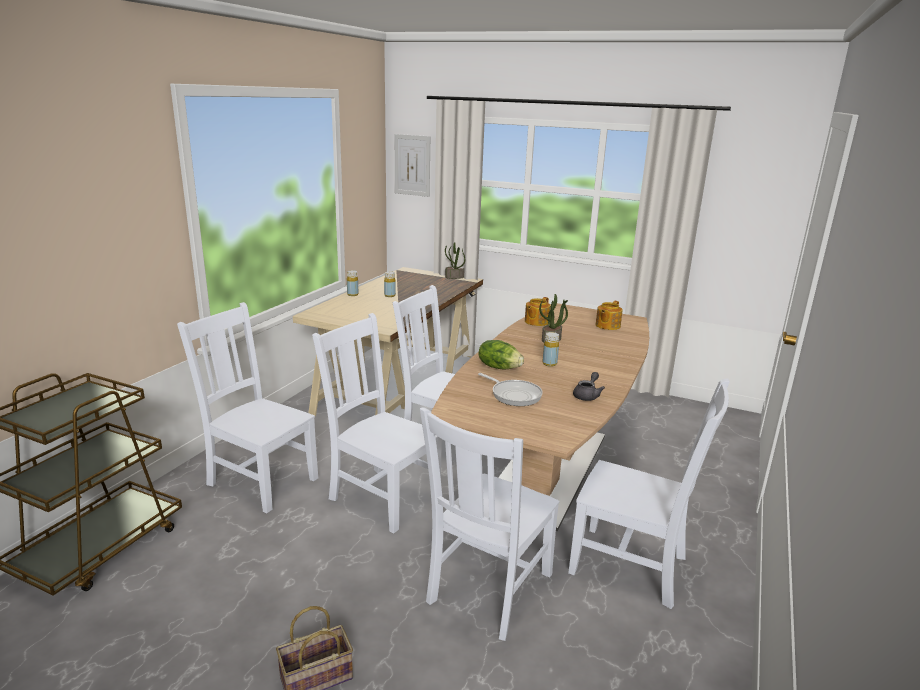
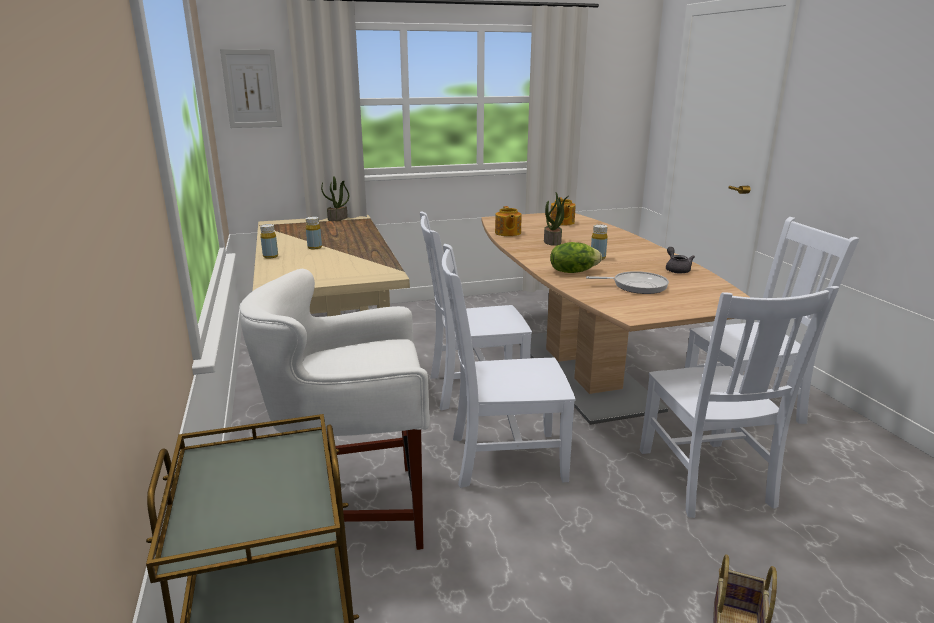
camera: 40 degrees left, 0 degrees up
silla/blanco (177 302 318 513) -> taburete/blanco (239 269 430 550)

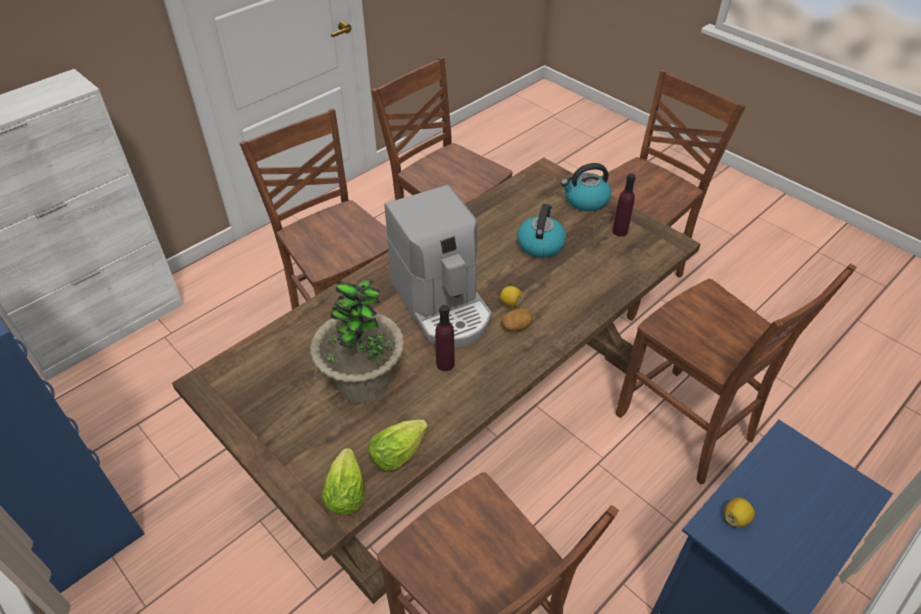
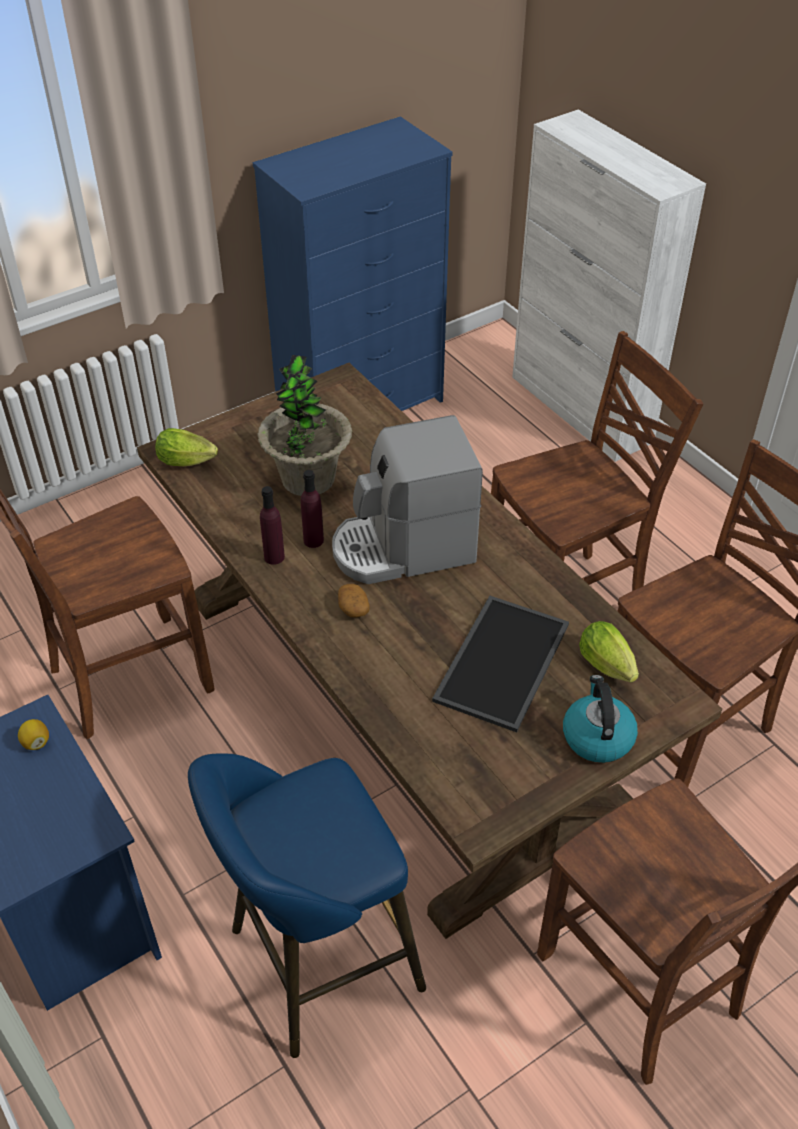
camera: 100 degrees right, 0 degrees up
limón (500 286 523 307) -> none
lechuga (368 420 428 471) -> lechuga (579 621 639 683), relocated
botella/morado (612 174 636 237) -> botella/morado (260 486 285 565), relocated
hervidor (517 204 566 258) -> bandeja (432 596 569 732)
silla/marrón (616 263 857 484) -> taburete/azul (188 754 426 1058)

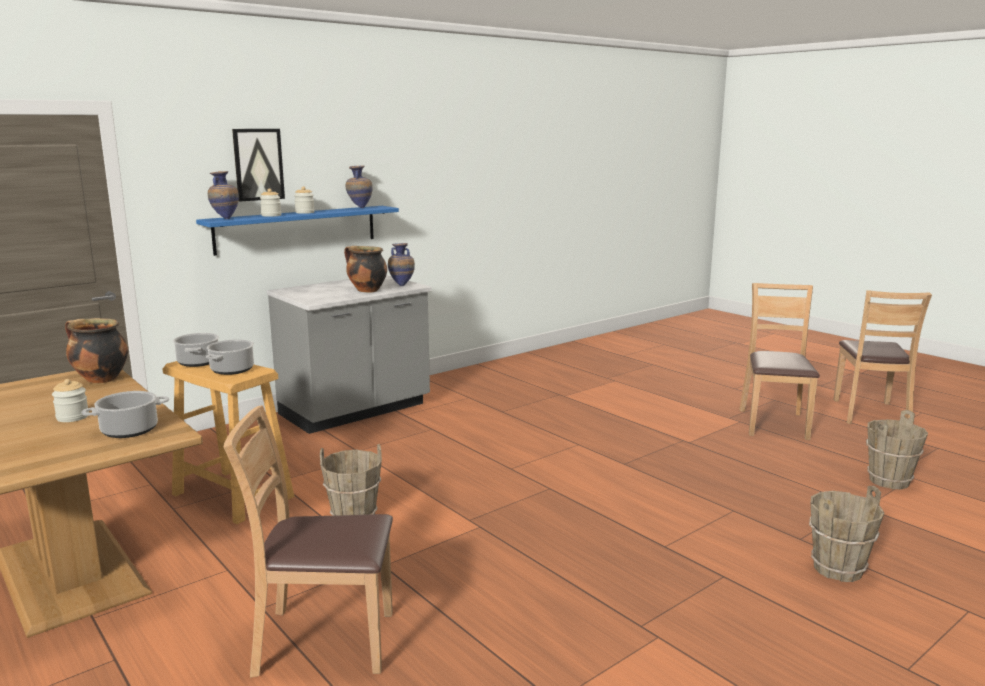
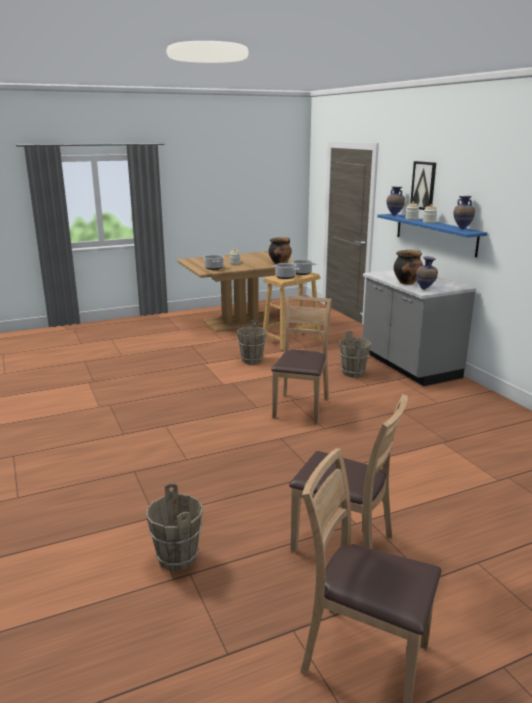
camera: 105 degrees right, 5 degrees up
silla/marrón (224 405 393 678) -> silla/marrón (271 296 332 424), relocated
cubo/marrón (809 486 884 582) -> cubo/marrón (339 330 371 377), relocated

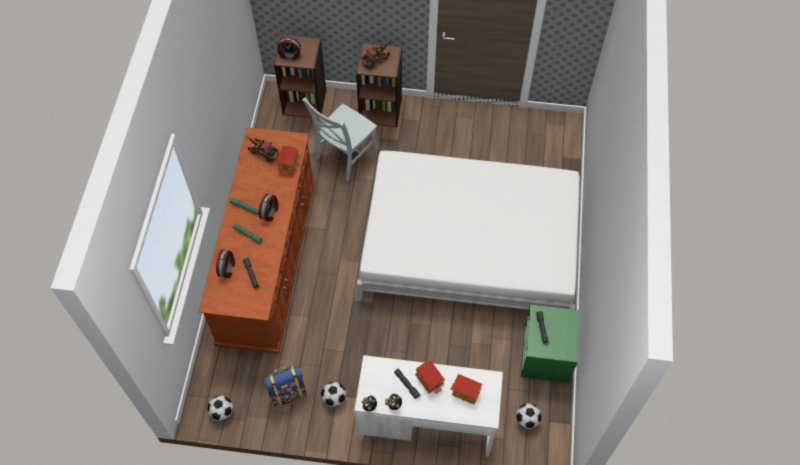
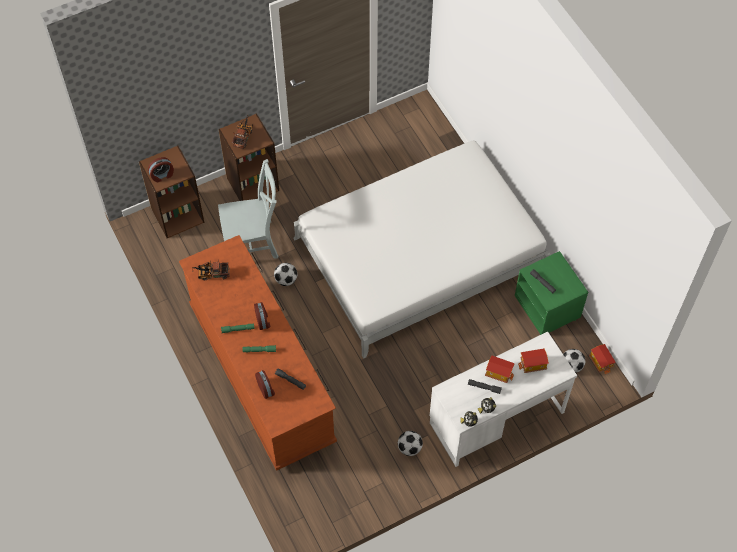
camera: 35 degrees left, 0 degrees up
mochila (265 366 307 409) -> none
balón de fútbol (207 395 233 421) -> balón de fútbol (274 263 297 286), relocated
casita (276 145 299 175) -> casita (589 344 616 374), relocated
silla/gris (302 97 377 181) -> silla/gris (218 159 278 259), 105 degrees counterclockwise

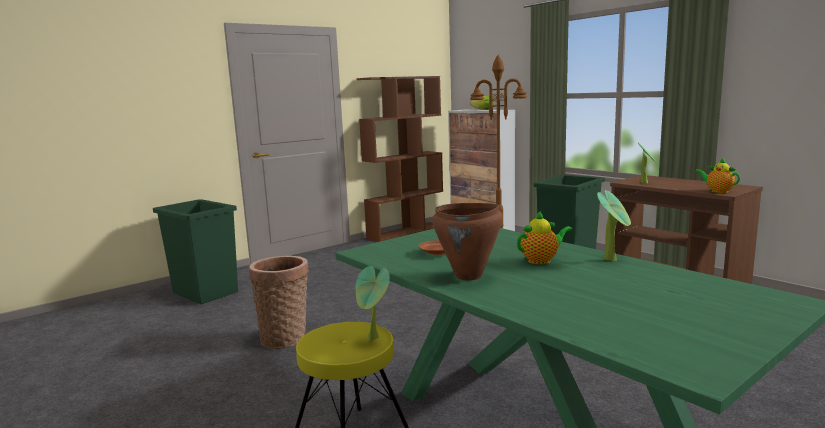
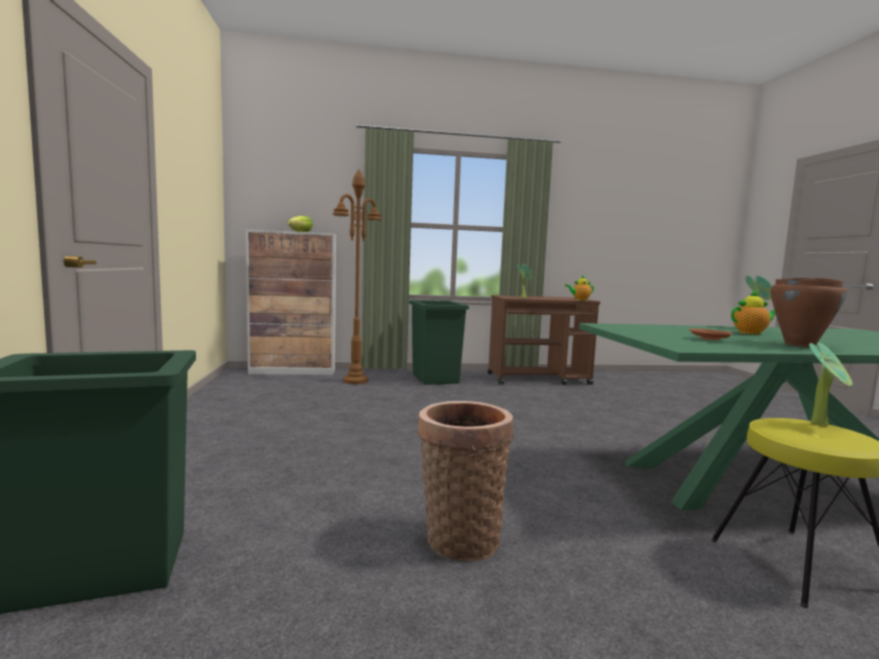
camera: 60 degrees left, 5 degrees down
estantería/marrón (357 76 443 242) -> none
tetera (517 211 572 264) -> tetera (731 290 775 335), 75 degrees clockwise

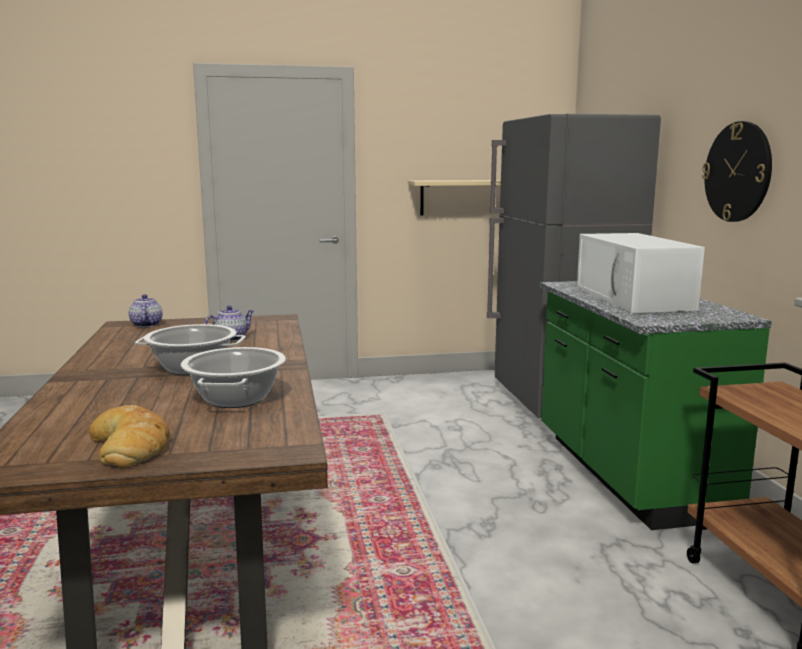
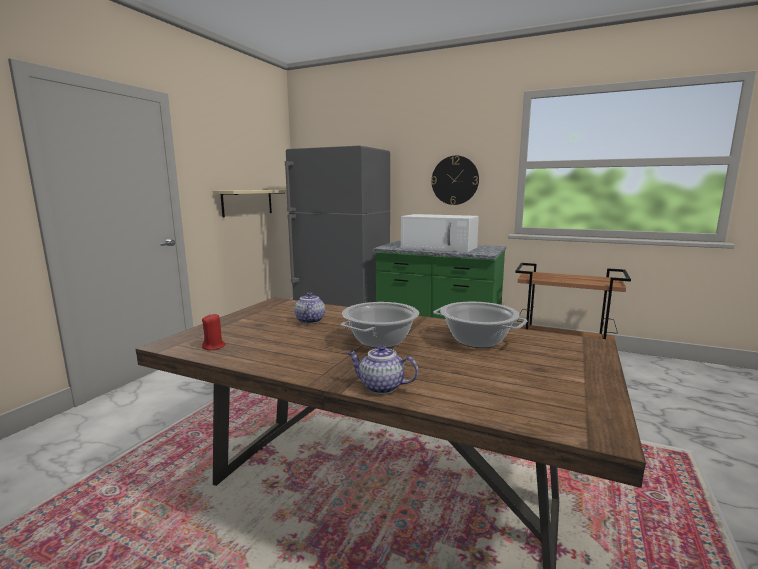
camera: 55 degrees left, 0 degrees up
pan (89 405 170 468) -> none
none -> vela/rojo (202 314 225 351)
tetera (129 294 163 327) -> tetera (348 345 418 394), relocated

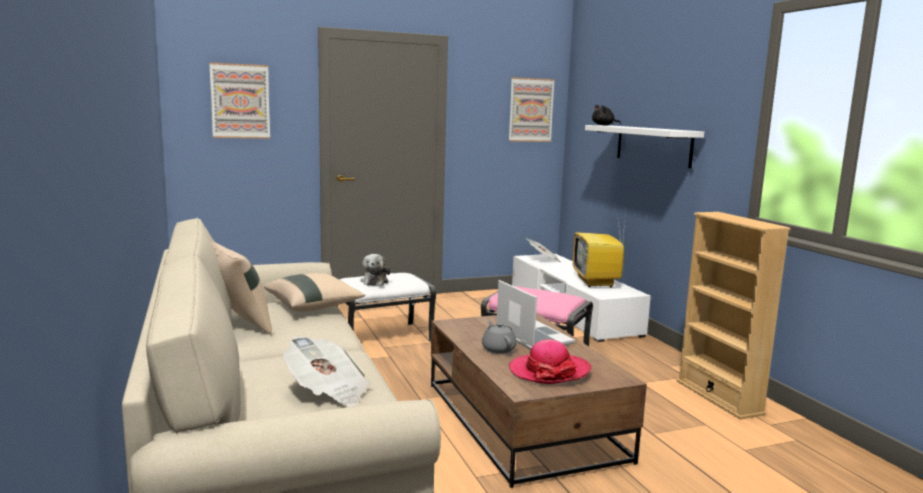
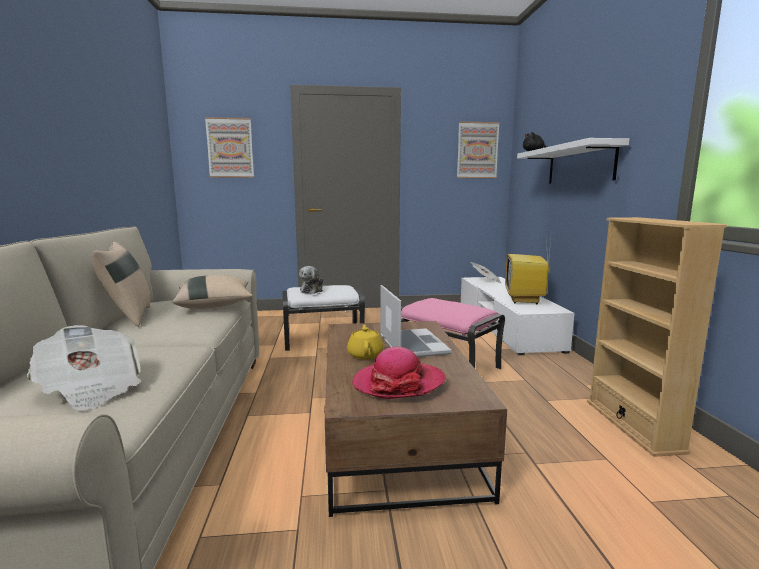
camera: 15 degrees right, 0 degrees up
tetera/gris (482 320 517 354) -> tetera/amarillo (347 324 384 360)

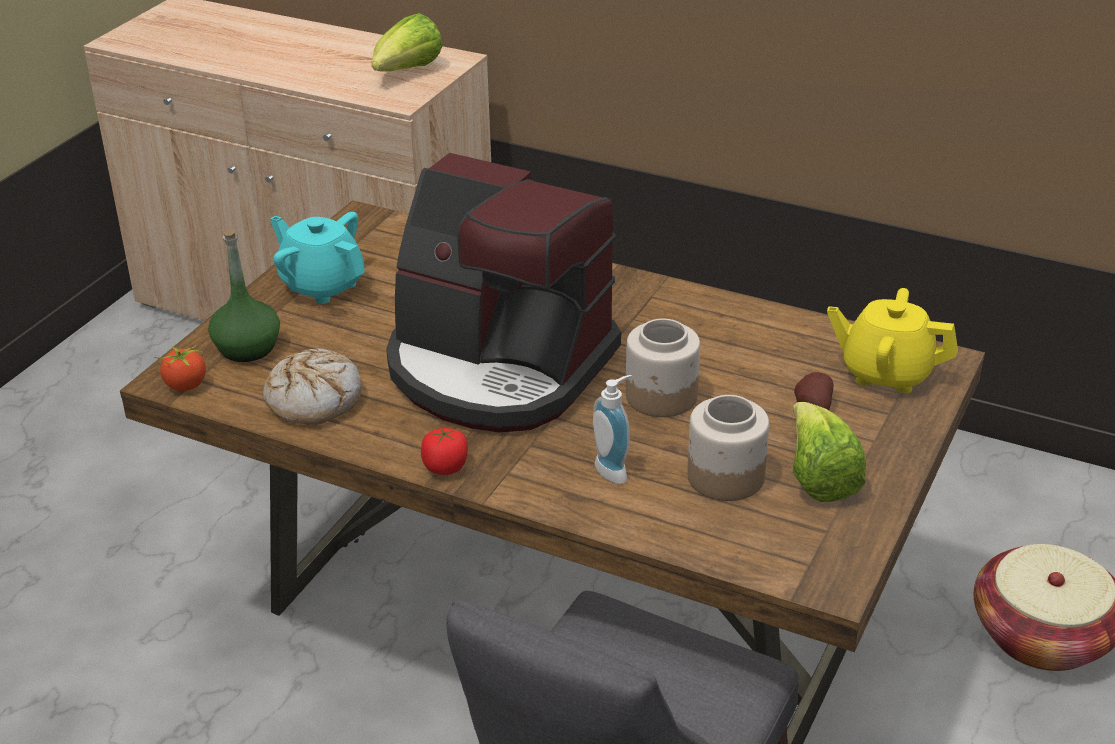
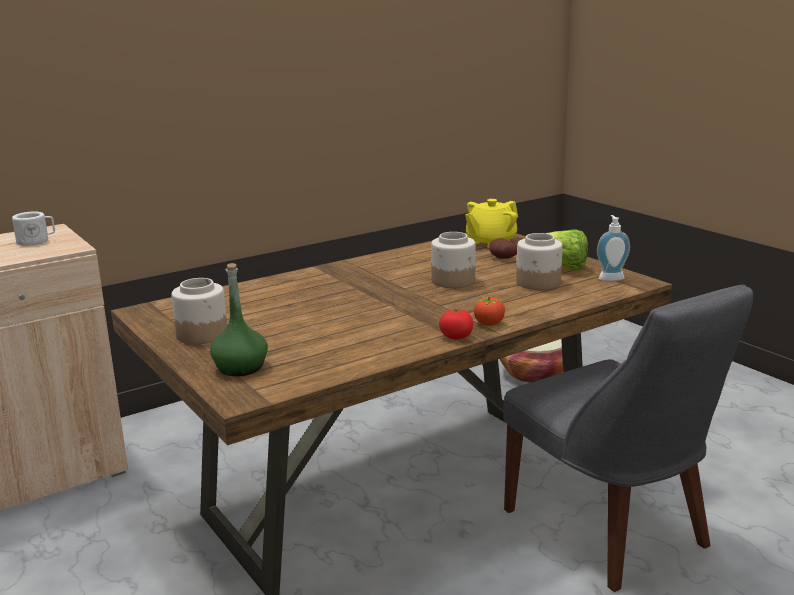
camera: 60 degrees left, 15 degrees down
pan (263 349 361 425) -> none
cafetera (386 153 621 433) -> none
tomate (154 346 206 391) -> tomate (474 296 505 326), relocated
dispensador de jabón (593 375 632 484) -> dispensador de jabón (597 215 630 281), relocated
tetera/turquesa (270 212 365 304) -> tarro (171 278 227 344)
lechuga (372 13 443 71) -> taza grande/blanco (12 212 55 246)

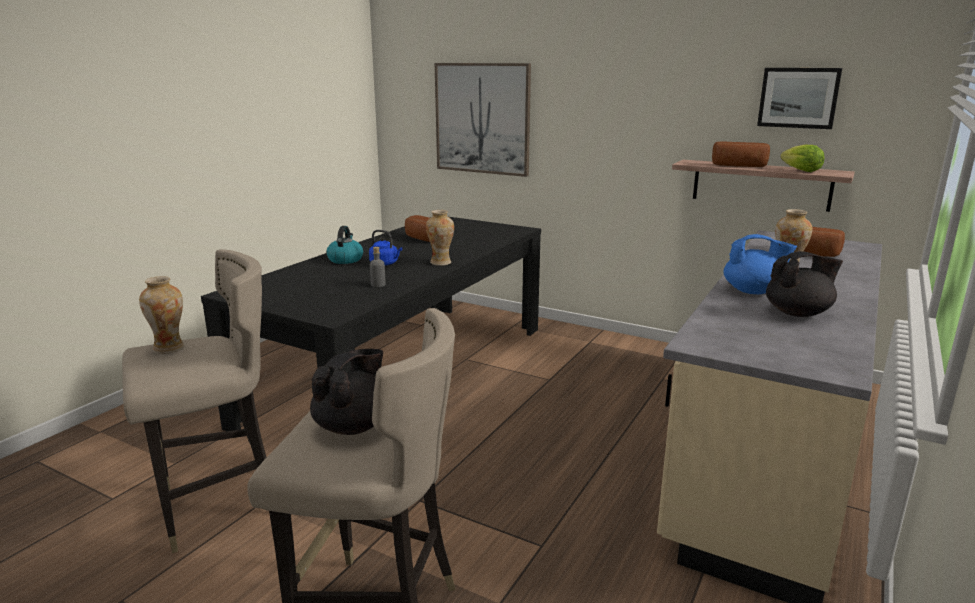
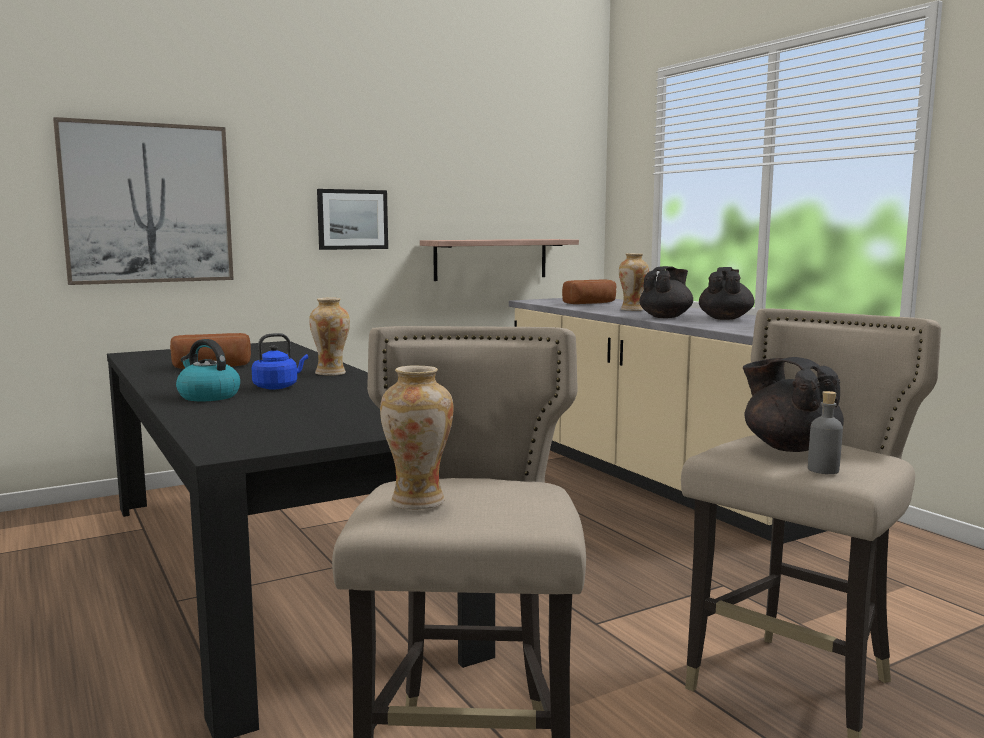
camera: 60 degrees left, 10 degrees down
pan (712 142 770 167) -> none
lechuga (780 145 825 172) -> none
botella/gris (370 247 386 287) -> botella/gris (808 391 843 474), relocated
cuadro (757 68 842 129) -> cuadro (317 189 388 250), relocated
tetera/azul (724 234 797 294) -> tetera/negro (639 266 693 318)

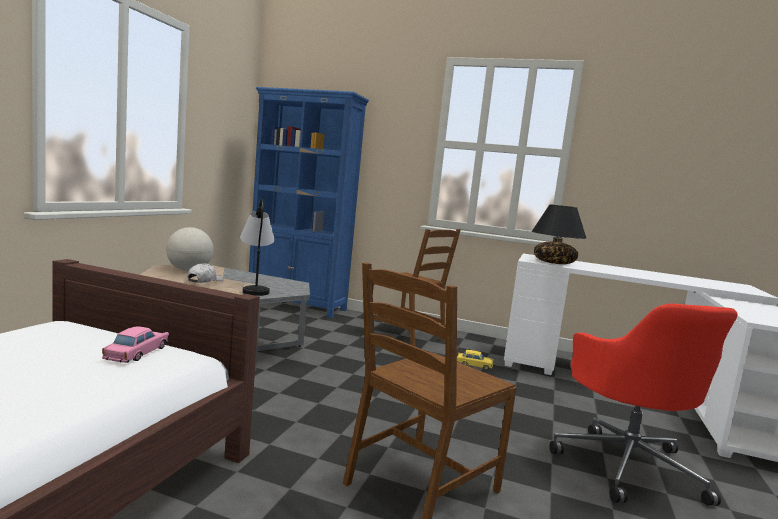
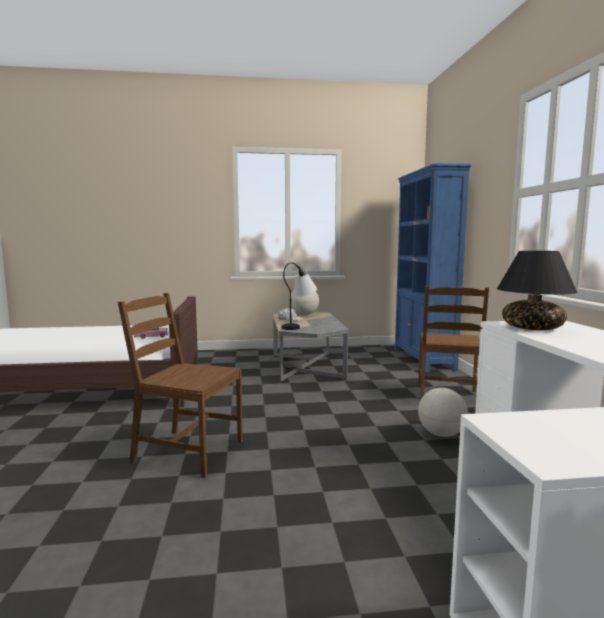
camera: 65 degrees right, 0 degrees up
silla de oficina/rojo (549 303 738 506) -> none
coche de juguete/amarillo (457 350 494 370) -> globo terráqueo (418 388 468 437)

